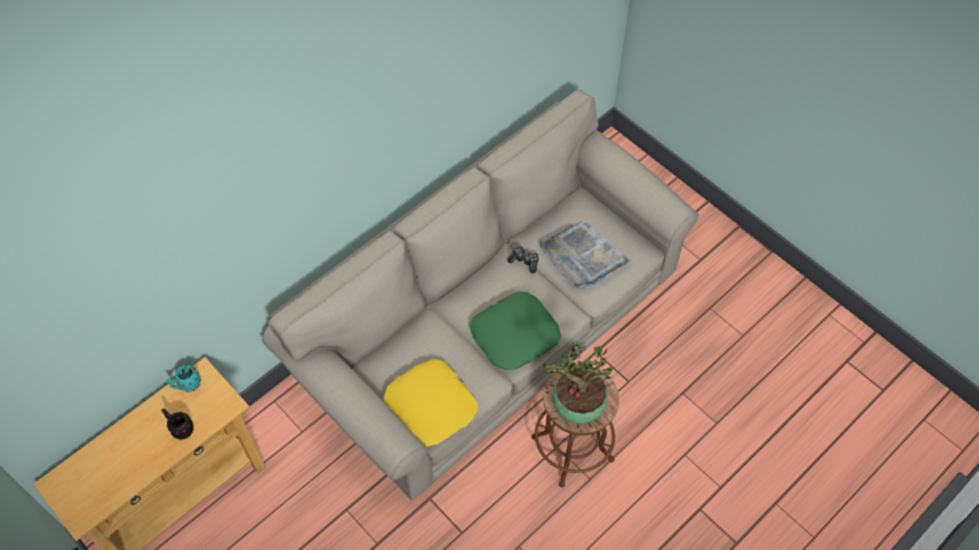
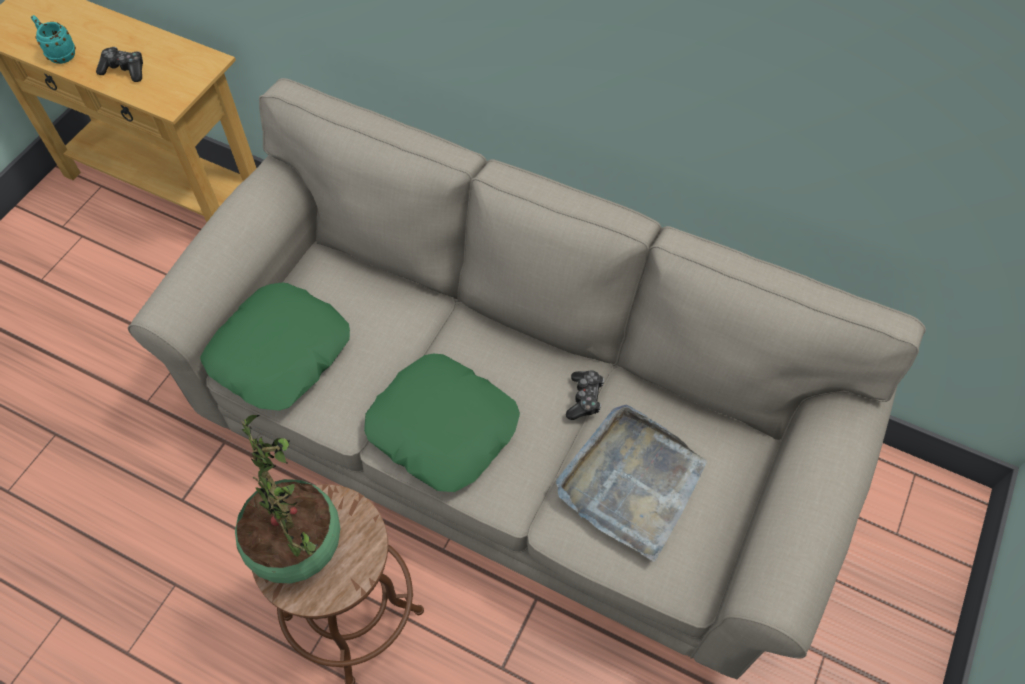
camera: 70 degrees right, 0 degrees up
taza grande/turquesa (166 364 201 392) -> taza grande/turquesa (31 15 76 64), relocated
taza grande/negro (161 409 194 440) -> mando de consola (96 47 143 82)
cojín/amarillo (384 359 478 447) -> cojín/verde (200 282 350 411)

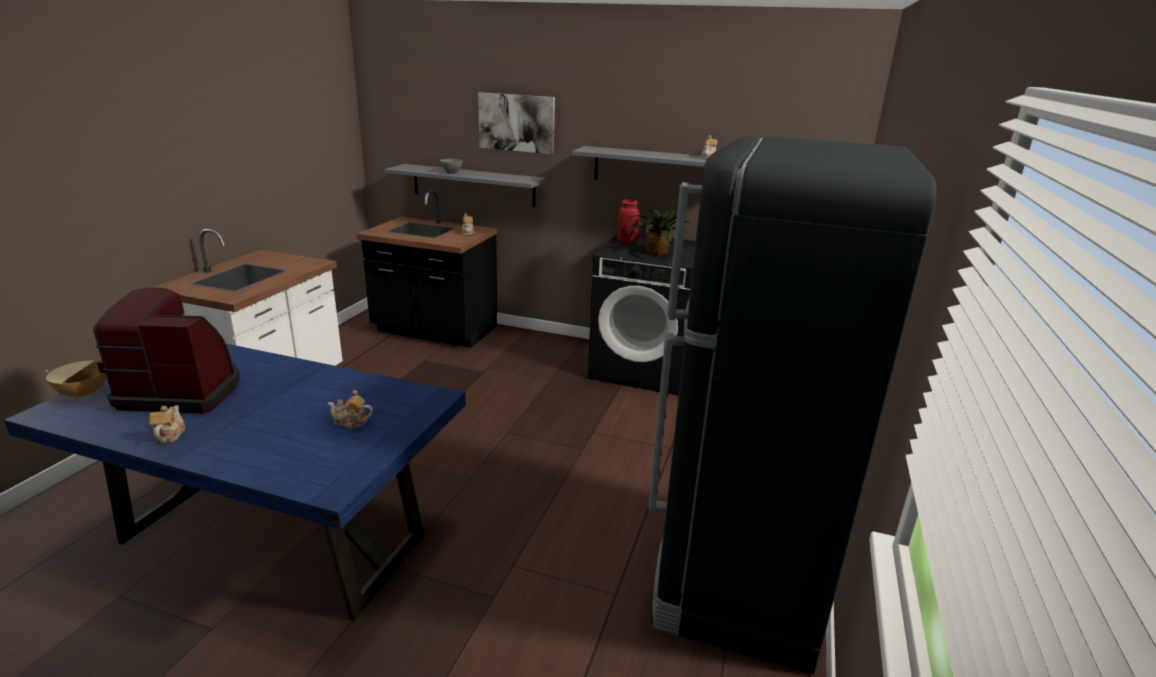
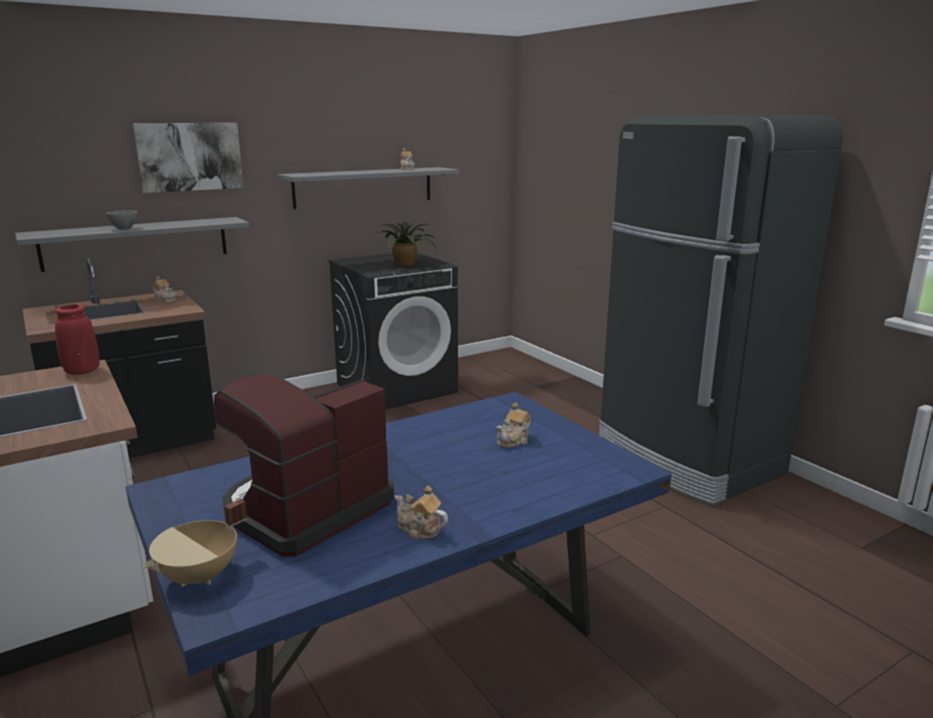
camera: 50 degrees left, 5 degrees down
florero/rojo (617 199 639 242) -> florero/rojo (55 304 100 375), relocated

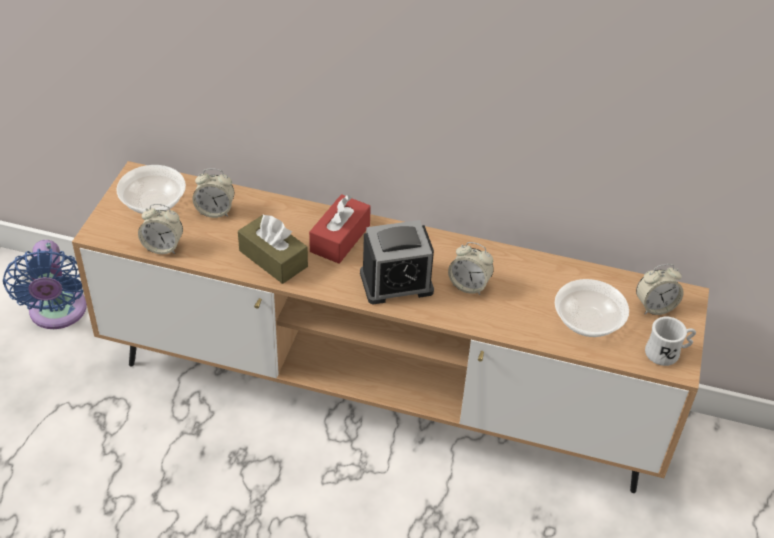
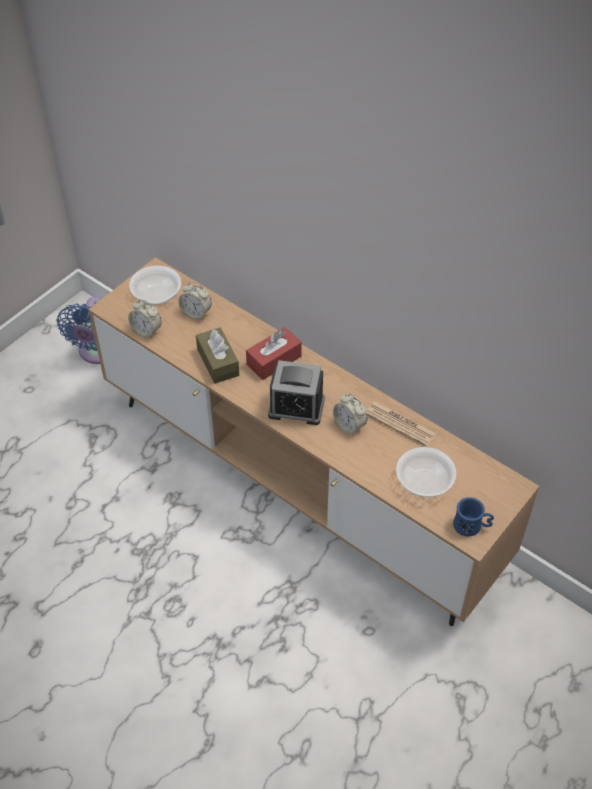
camera: 25 degrees right, 5 degrees up
despertador (636 264 684 315) -> none
none -> periódico (366 401 437 447)
taza grande/blanco (645 317 696 366) -> taza grande/azul (453 497 494 537)

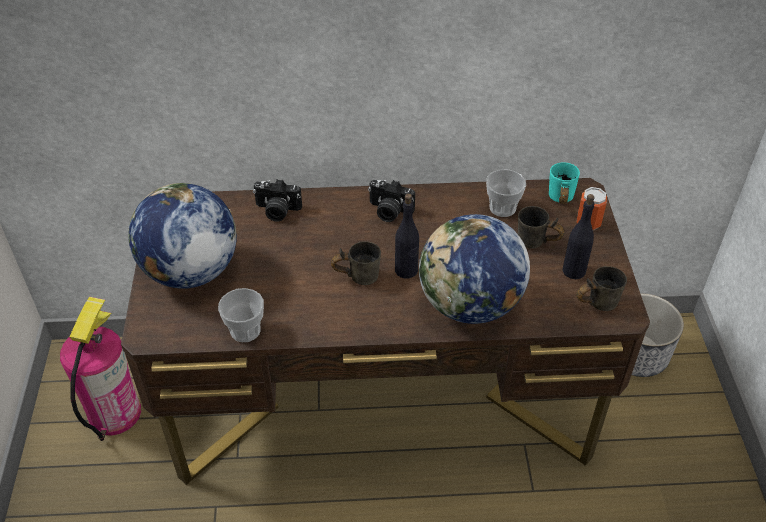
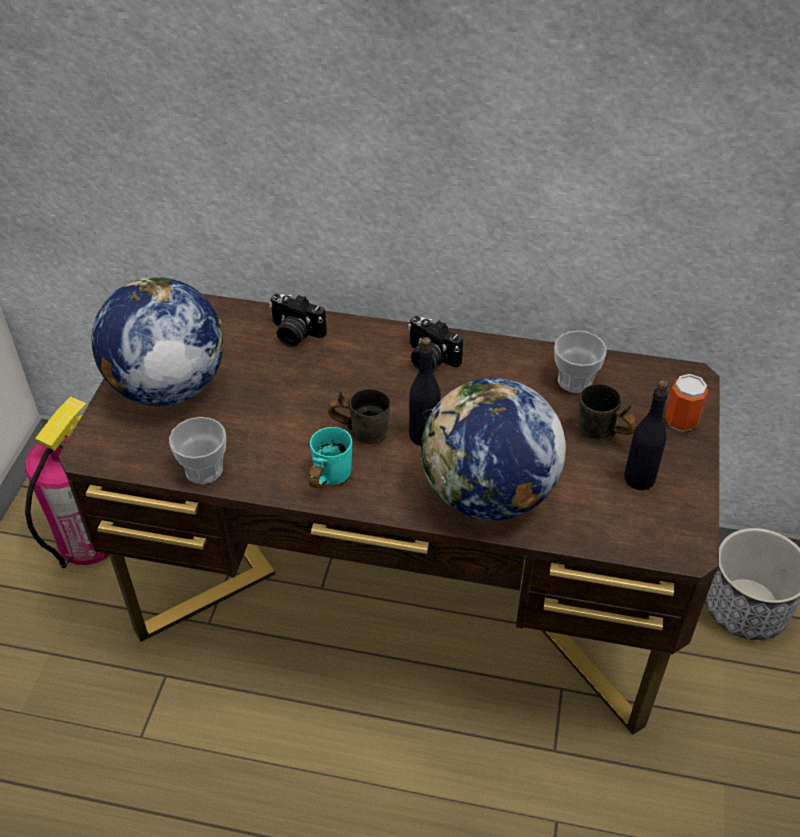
camera: 15 degrees right, 0 degrees up
taza grande/gris (576 266 627 311) -> none
taza grande/turquesa (549 162 580 204) -> taza grande/turquesa (309 427 352 488), relocated

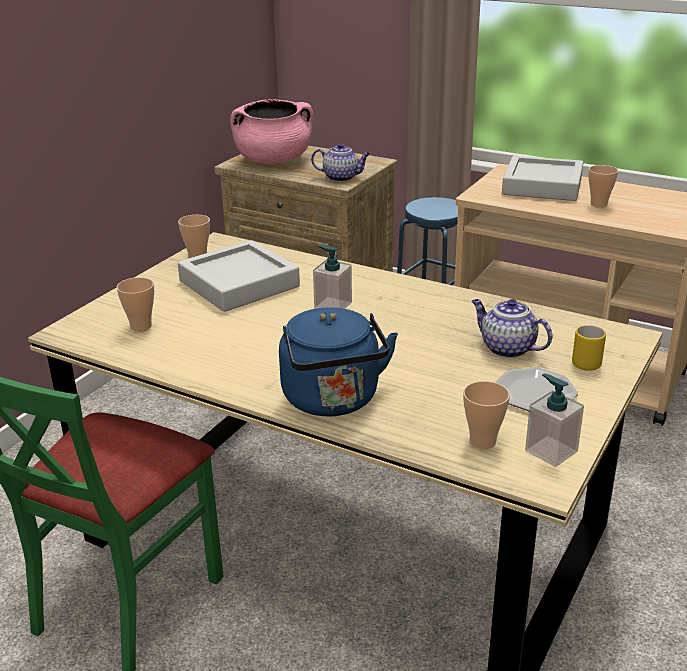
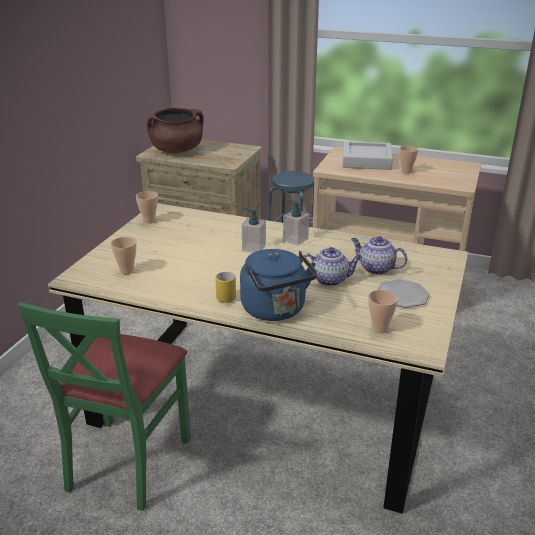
camera: 10 degrees left, 0 degrees up
bandeja/gris (178 240 300 312) -> none
tetera (311 143 370 182) -> tetera (301 247 362 286), relocated
dispensador de jabón (525 373 584 467) -> dispensador de jabón (283 199 309 246), relocated
taza grande/amarillo (572 325 606 371) -> taza grande/amarillo (215 272 236 303), relocated
olla/rosa (230 99 314 164) -> olla/marrón (147 108 204 153)

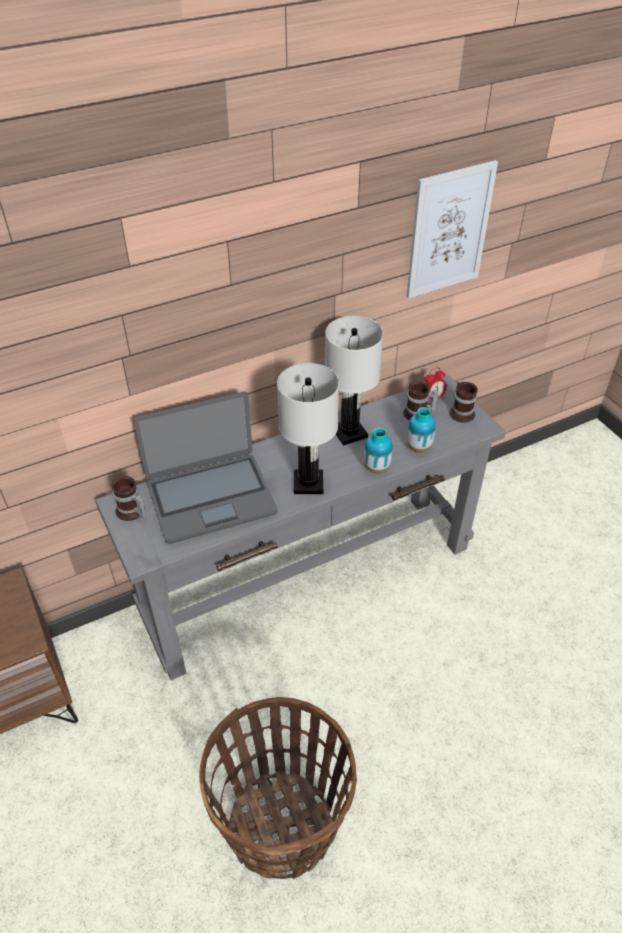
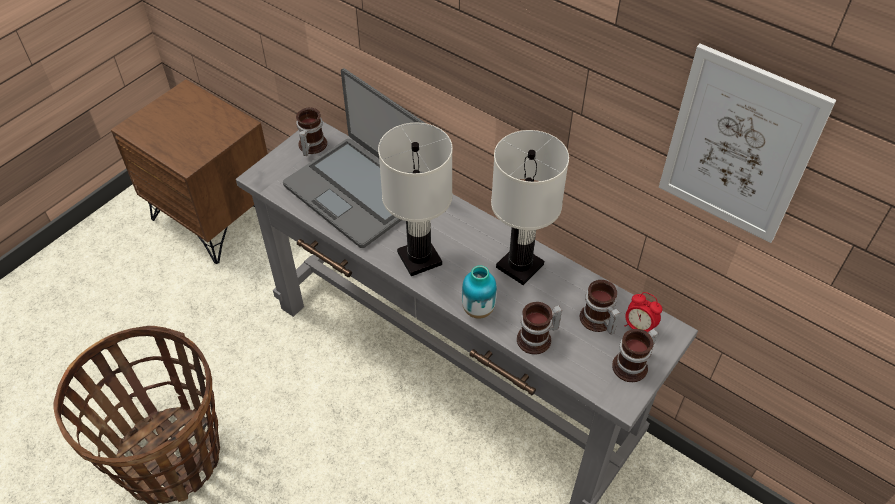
camera: 65 degrees right, 5 degrees up
florero (407 407 436 452) -> taza grande (517 302 562 355)

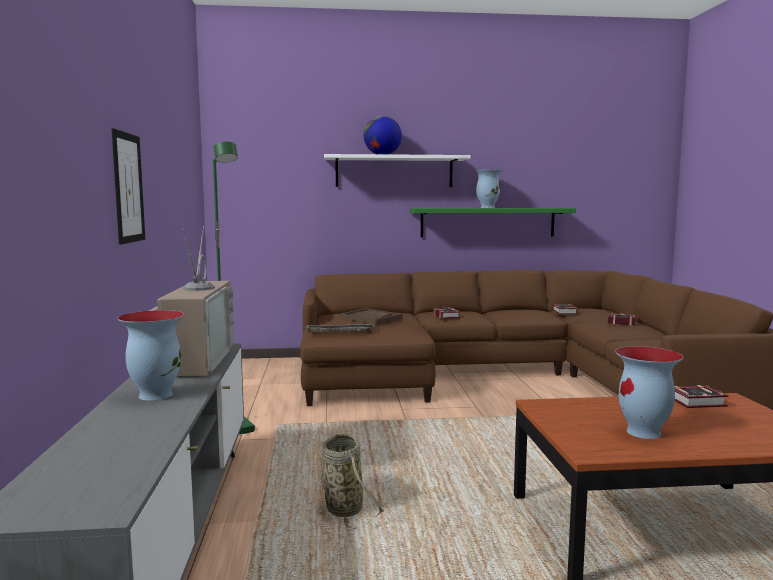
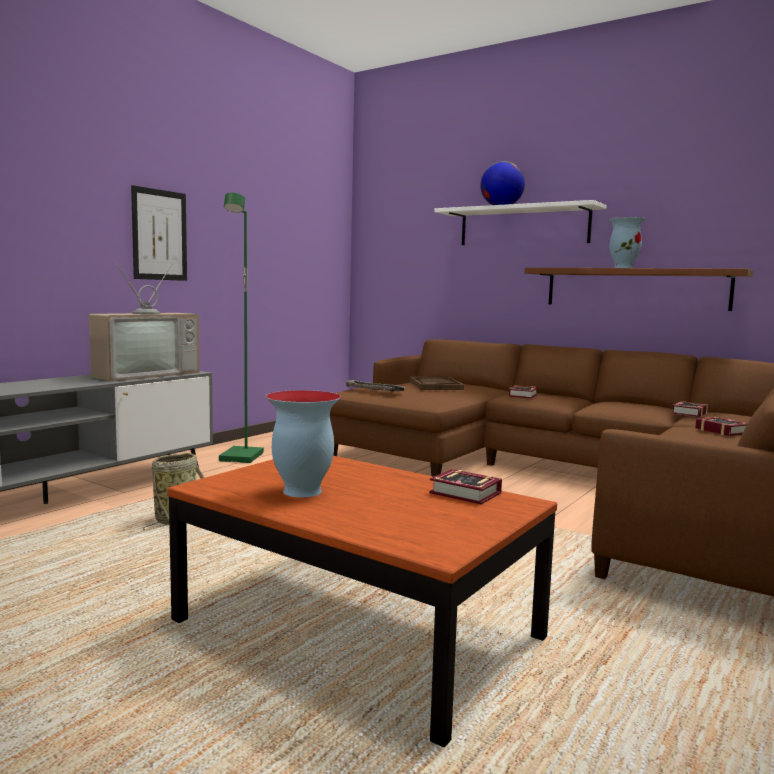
camera: 40 degrees right, 0 degrees up
florero (117 310 184 401) -> none
estante/verde (410 208 576 237) -> estante/marrón (525 268 753 311)

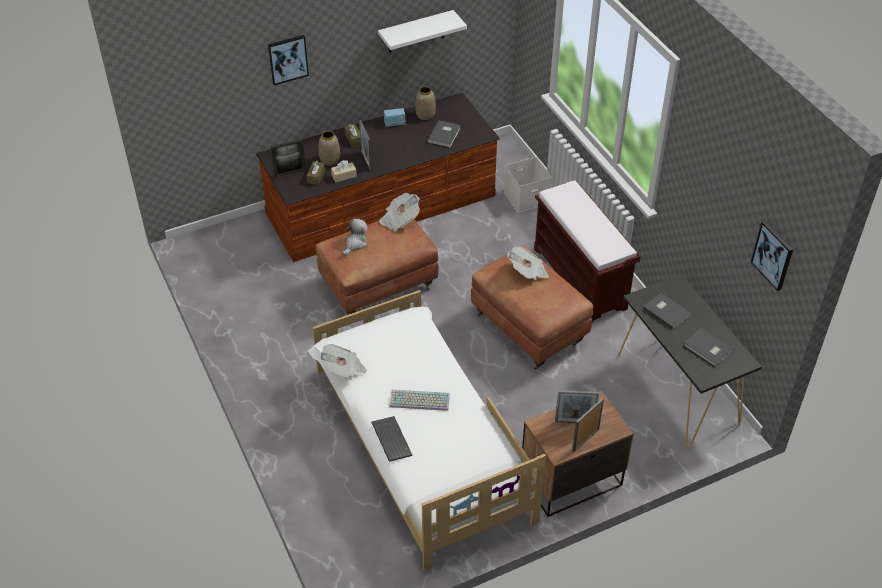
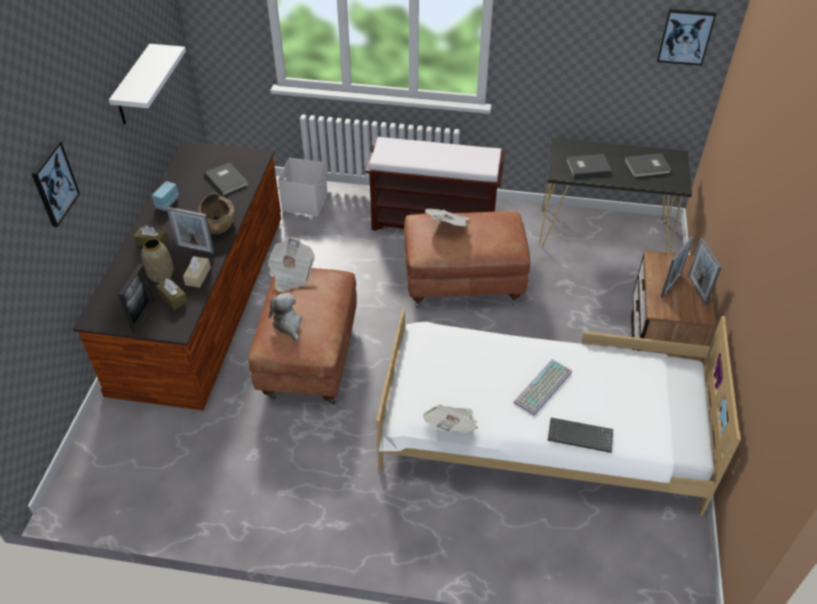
camera: 55 degrees left, 0 degrees up
florero (415 86 436 120) -> none
none -> cuenco/marrón (197 193 235 234)

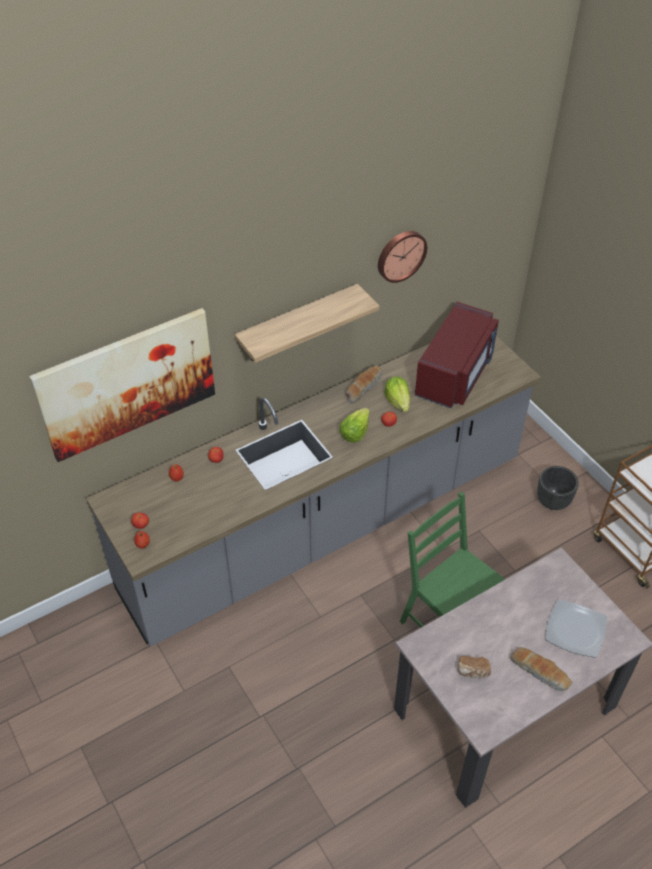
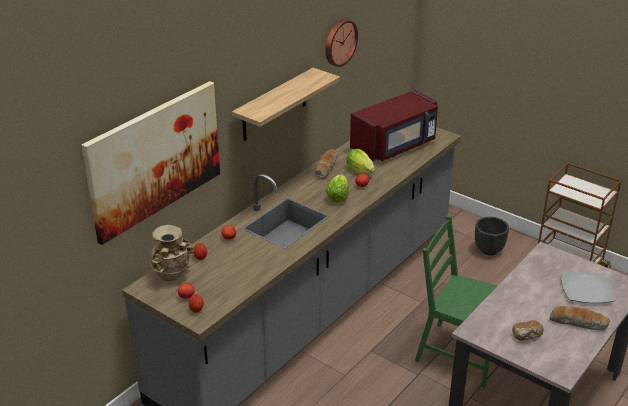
camera: 20 degrees left, 15 degrees down
none -> florero/beis (150 225 194 281)
microondas/rojo (415 302 499 408) -> microondas/rojo (350 90 438 161), 45 degrees clockwise

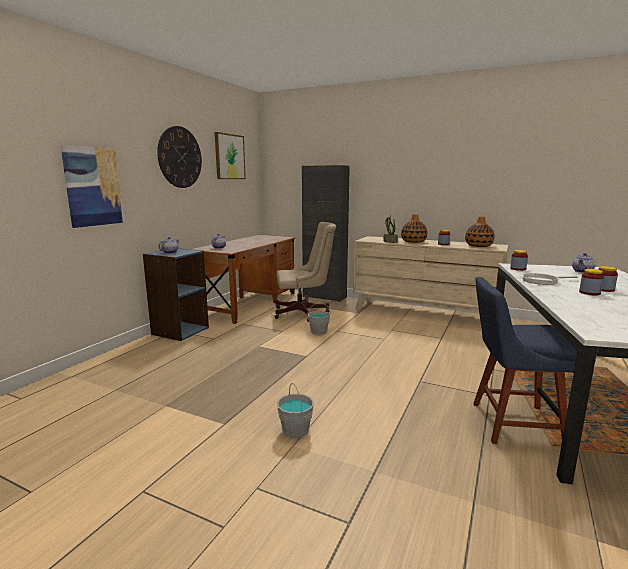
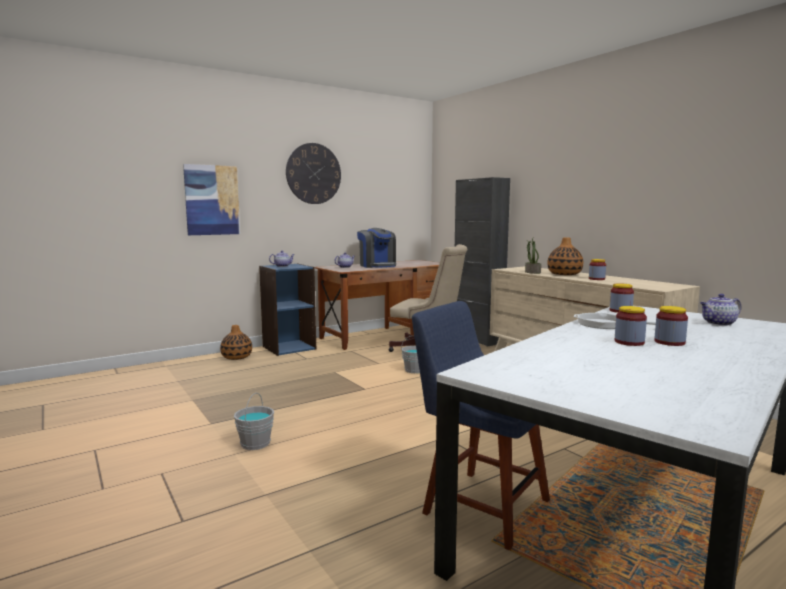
camera: 30 degrees right, 5 degrees down
cuadro (215 132 246 179) -> none
none -> cafetera (357 228 396 268)
florero (465 217 495 247) -> florero (220 325 252 360), relocated

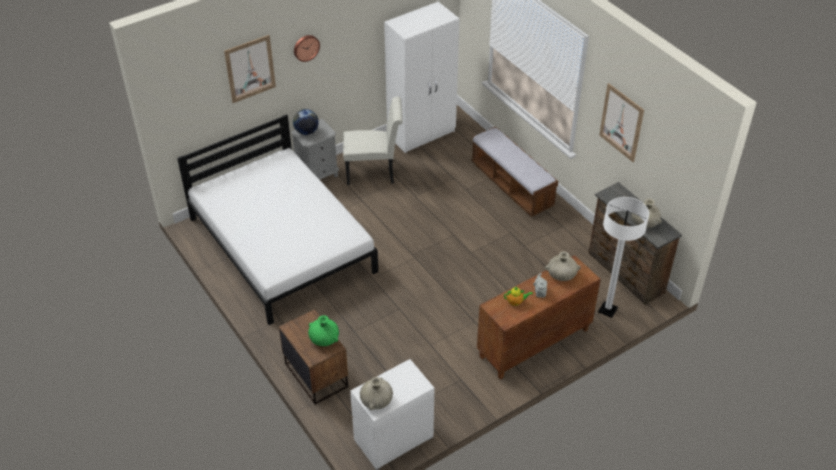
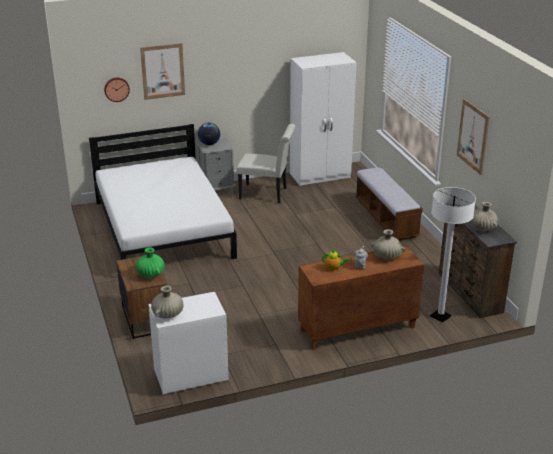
camera: 15 degrees right, 15 degrees down
reloj de pared (294 35 320 62) -> reloj de pared (104 77 130 102), relocated

